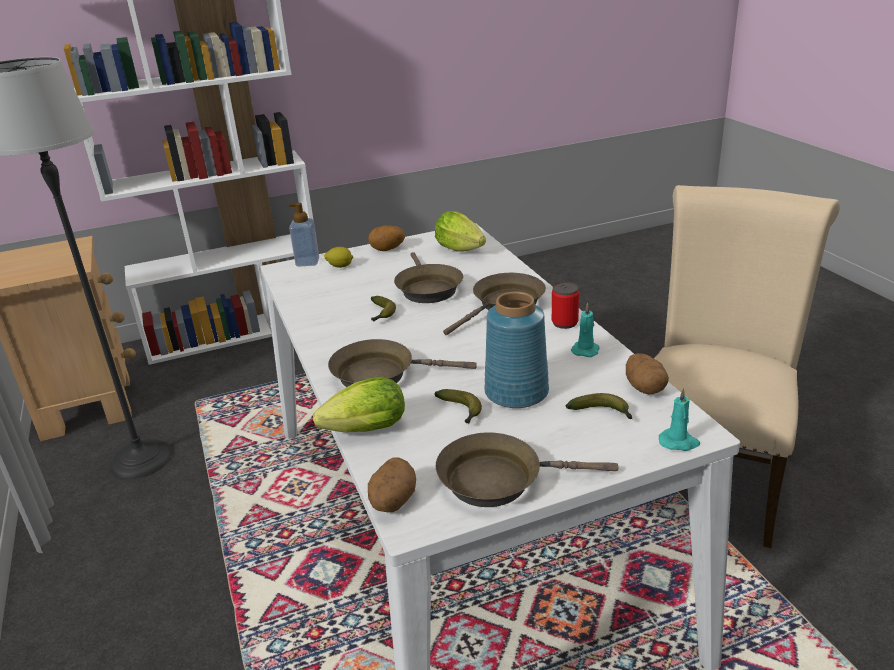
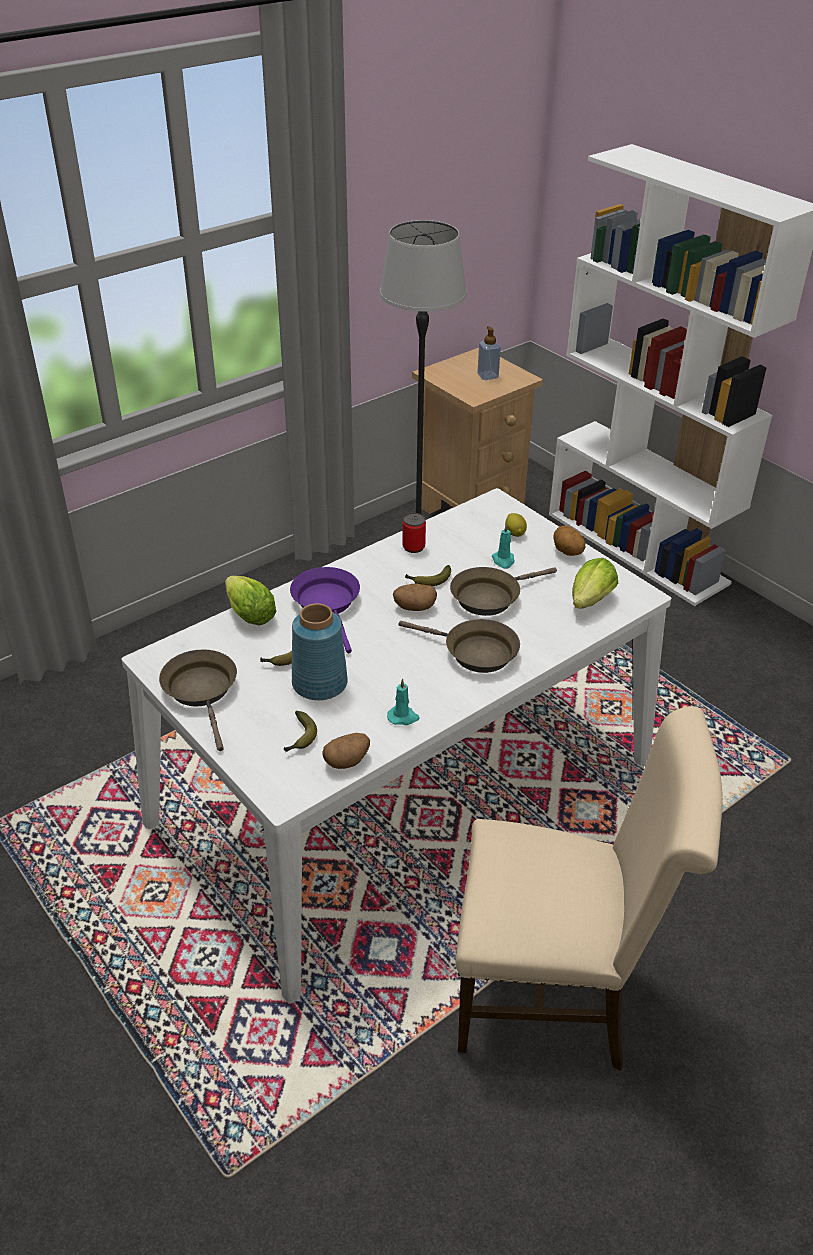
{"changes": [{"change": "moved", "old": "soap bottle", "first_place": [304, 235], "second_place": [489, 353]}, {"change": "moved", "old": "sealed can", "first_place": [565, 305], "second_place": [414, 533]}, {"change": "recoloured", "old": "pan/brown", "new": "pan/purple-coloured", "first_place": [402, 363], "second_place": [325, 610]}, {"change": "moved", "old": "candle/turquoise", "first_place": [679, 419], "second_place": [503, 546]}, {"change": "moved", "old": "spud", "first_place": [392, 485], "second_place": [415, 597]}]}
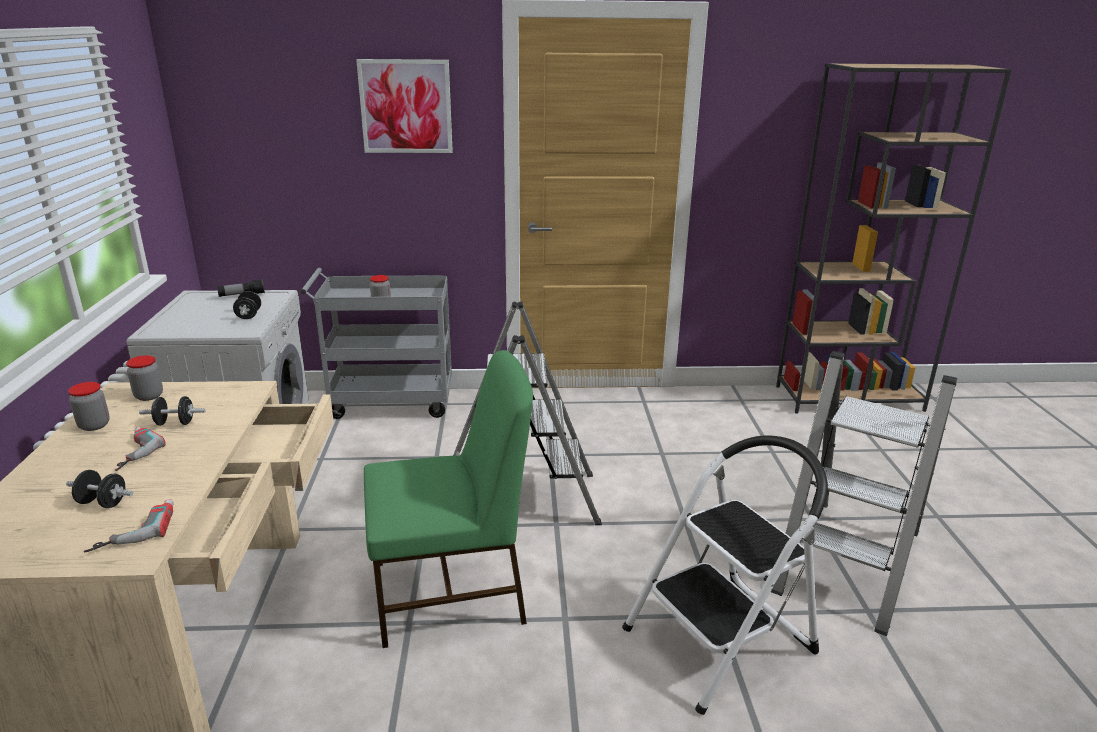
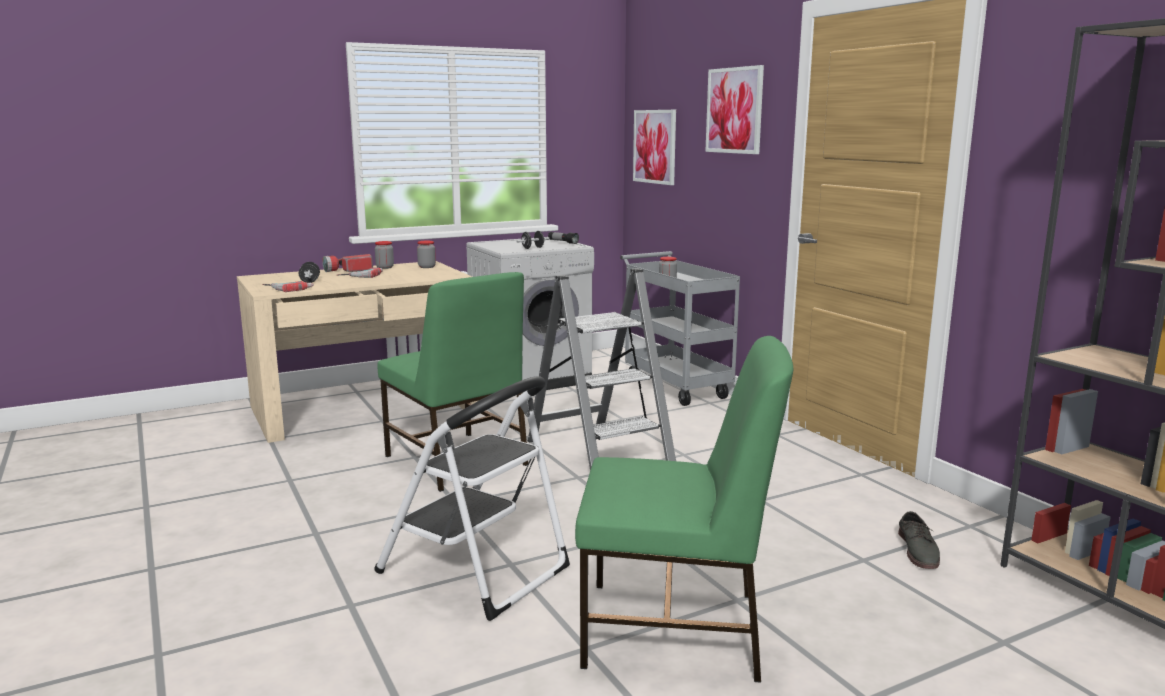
{"changes": [{"change": "replaced", "old": "step stool/gray", "new": "chair/green-coloured", "first_place": [864, 493], "second_place": [684, 509]}, {"change": "removed", "old": "free weight/black-coloured", "first_place": [172, 411]}, {"change": "added", "new": "wall picture", "second_place": [654, 147]}, {"change": "added", "new": "torch", "second_place": [347, 263]}, {"change": "added", "new": "item of footwear/gray", "second_place": [919, 540]}]}
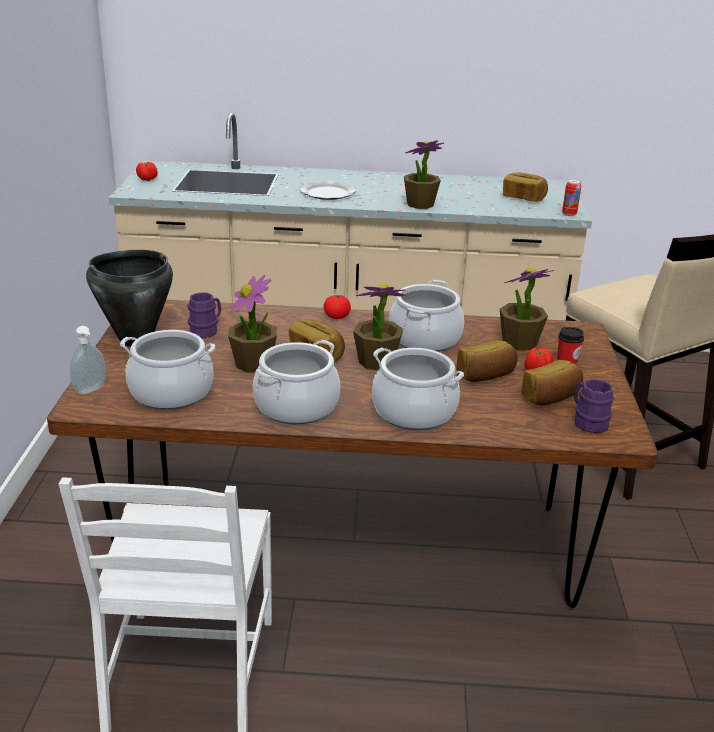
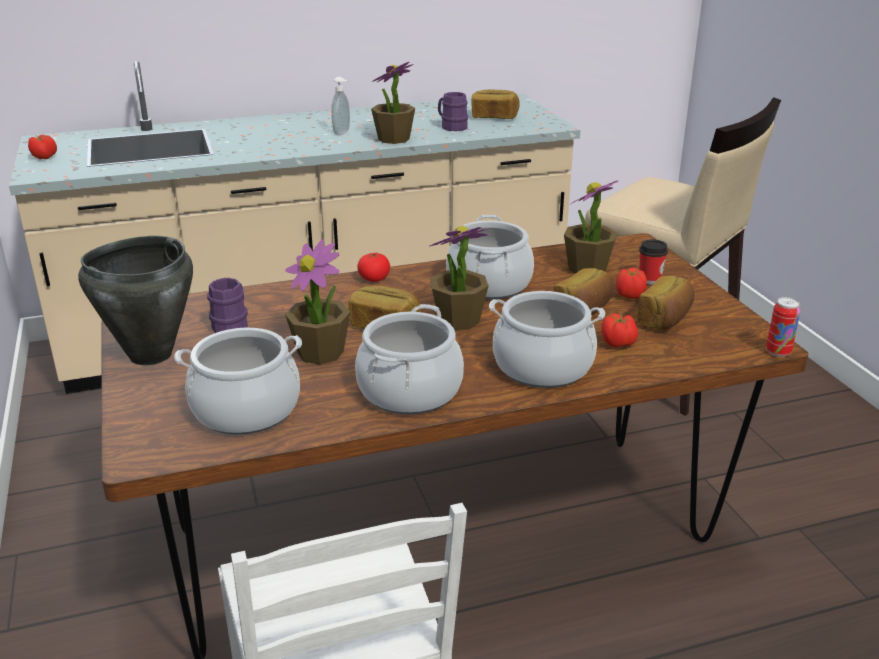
{"changes": [{"change": "moved", "old": "sealed can", "first_place": [571, 197], "second_place": [783, 327]}, {"change": "removed", "old": "plate", "first_place": [328, 190]}, {"change": "moved", "old": "soap bottle", "first_place": [88, 360], "second_place": [340, 106]}, {"change": "moved", "old": "mug/purple-coloured", "first_place": [594, 406], "second_place": [453, 111]}, {"change": "added", "new": "whole tomato", "second_place": [619, 330]}]}
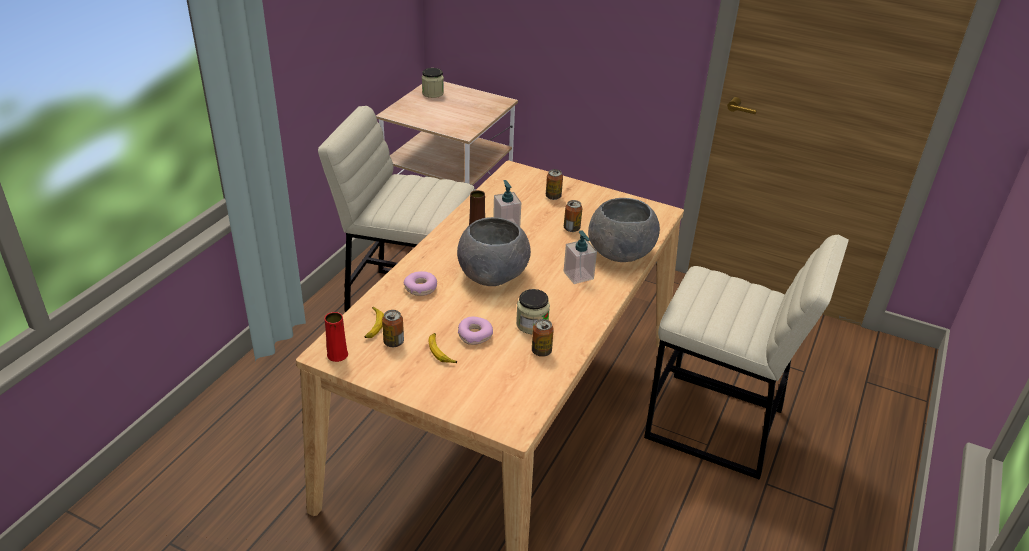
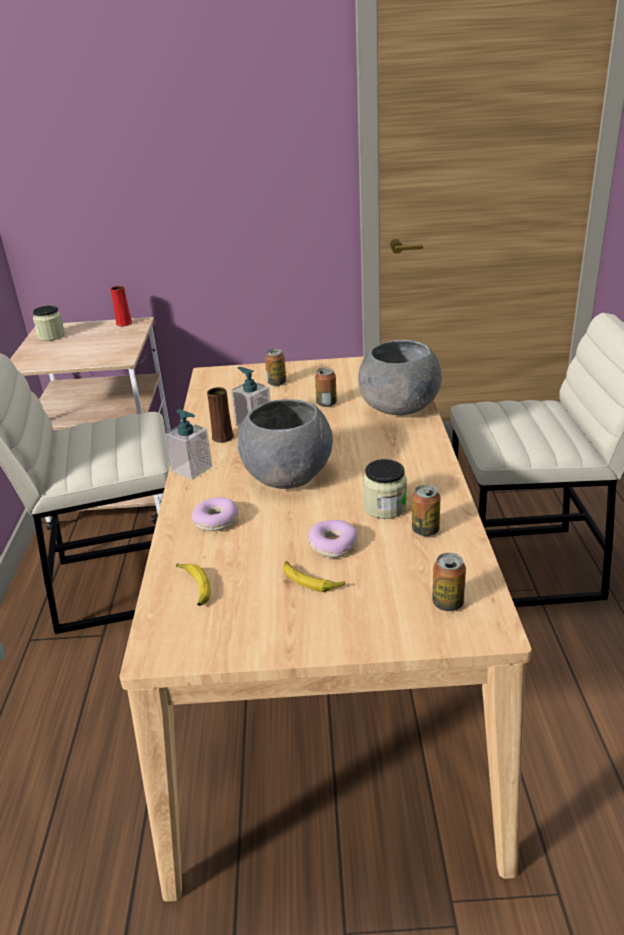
{"changes": [{"change": "moved", "old": "soap bottle", "first_place": [580, 257], "second_place": [188, 444]}, {"change": "moved", "old": "sealed can", "first_place": [393, 328], "second_place": [449, 582]}, {"change": "moved", "old": "vase/red", "first_place": [336, 337], "second_place": [121, 306]}]}
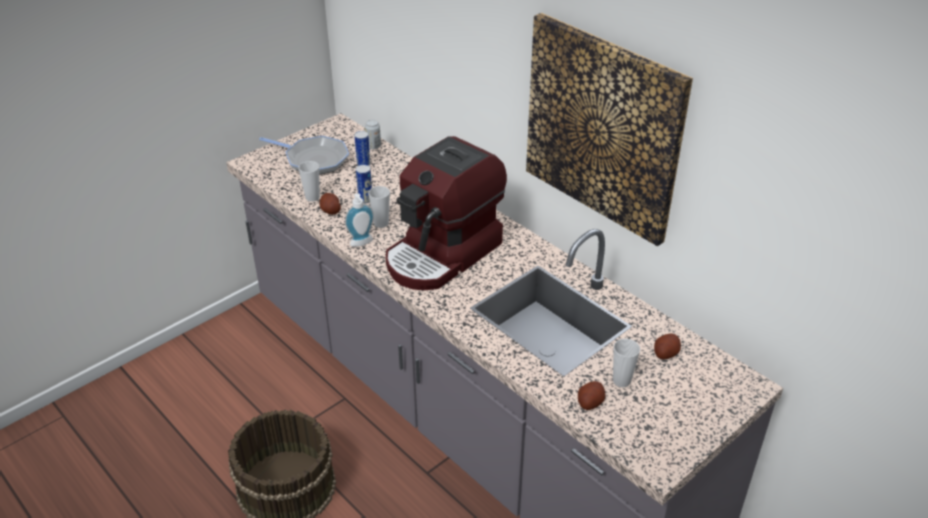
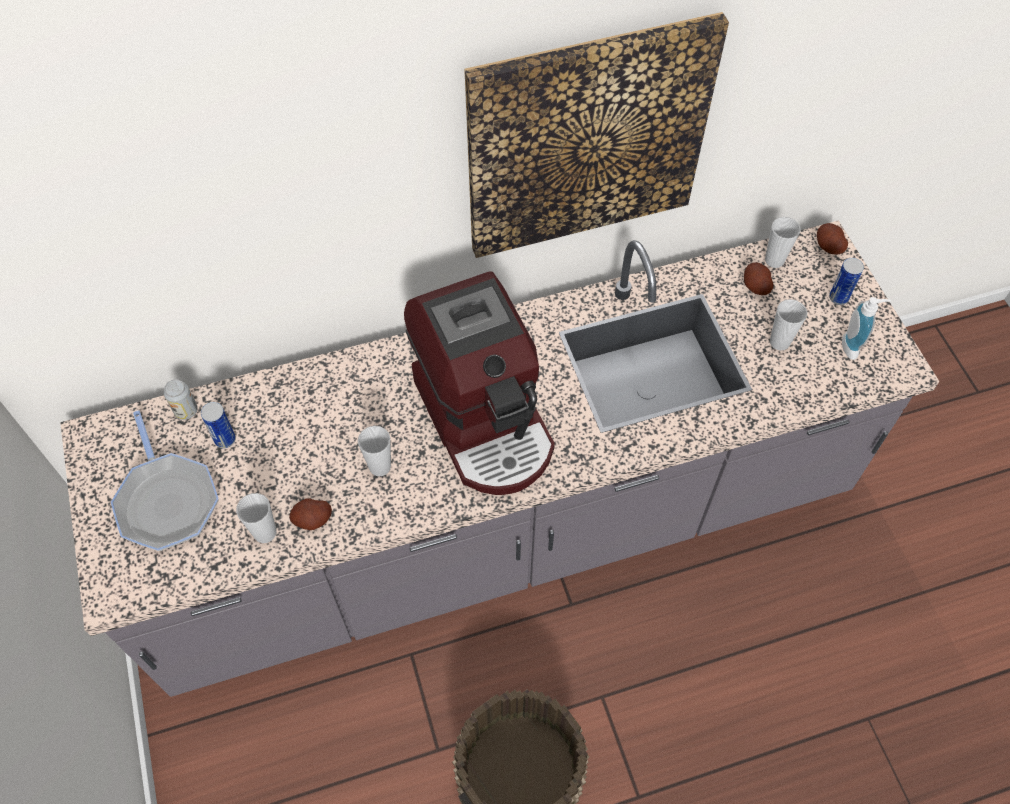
{"changes": [{"change": "turned", "old": "pan", "first_place": [304, 155], "second_place": [165, 480], "degrees": 105}, {"change": "moved", "old": "sealed can", "first_place": [364, 184], "second_place": [846, 281]}, {"change": "moved", "old": "soap bottle", "first_place": [359, 220], "second_place": [866, 328]}, {"change": "moved", "old": "spud", "first_place": [591, 395], "second_place": [832, 239]}, {"change": "added", "new": "drinking cup", "second_place": [783, 242]}]}
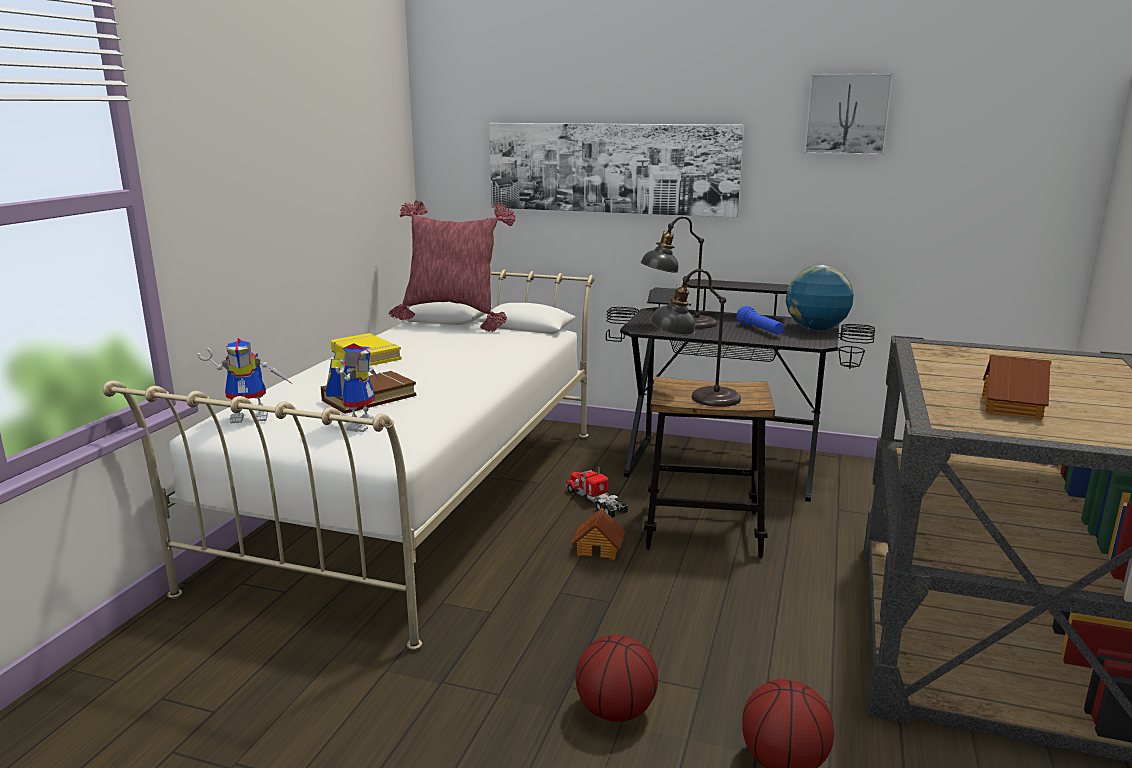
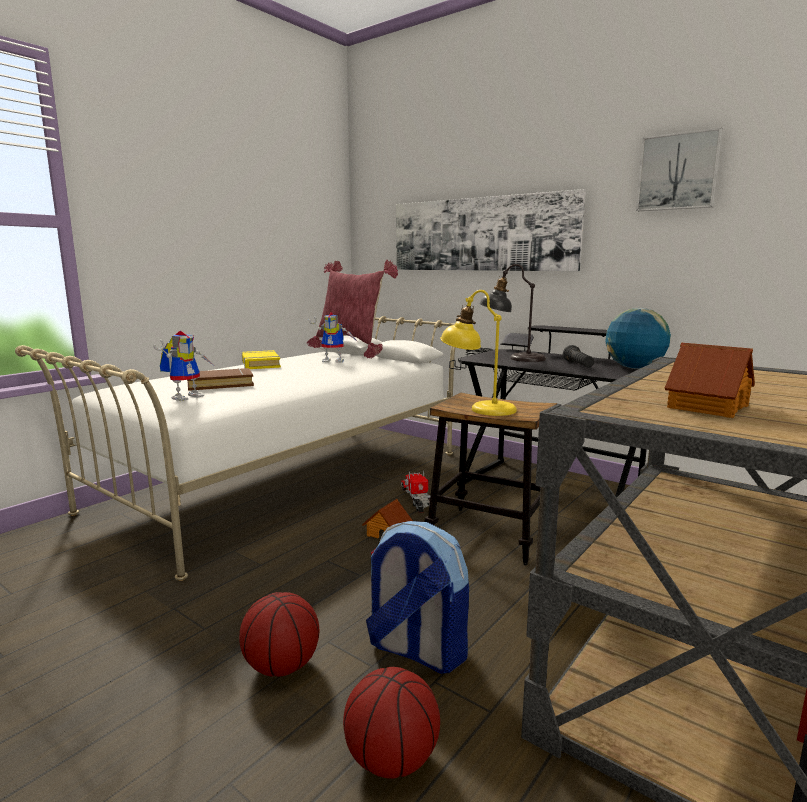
{"changes": [{"change": "recoloured", "old": "lamp for a table/gray", "new": "lamp for a table/yellow-coloured", "first_place": [695, 338], "second_place": [478, 353]}, {"change": "recoloured", "old": "torch/bluish", "new": "torch/black-coloured", "first_place": [760, 320], "second_place": [578, 356]}, {"change": "moved", "old": "model robot", "first_place": [244, 381], "second_place": [334, 337]}, {"change": "added", "new": "knapsack", "second_place": [417, 597]}]}
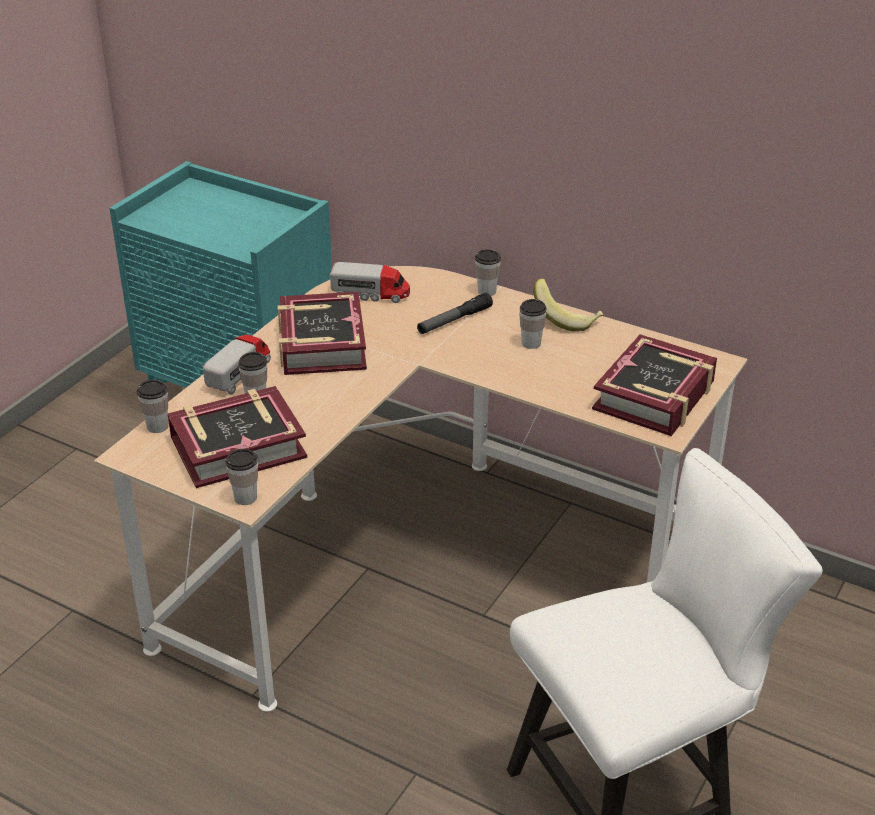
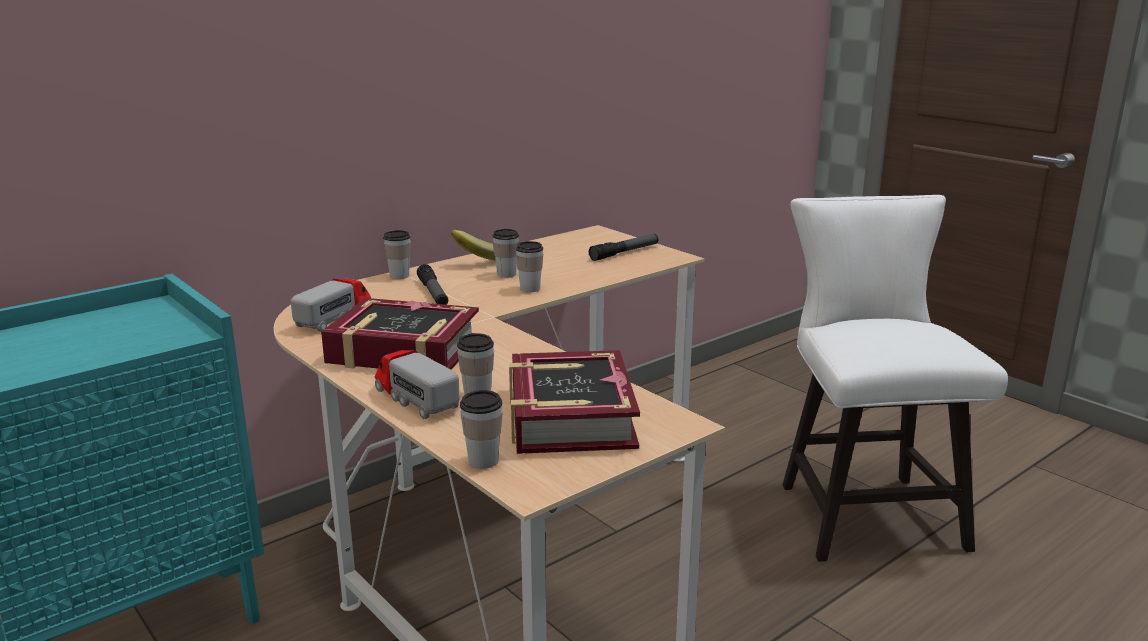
{"changes": [{"change": "replaced", "old": "volume", "new": "torch", "first_place": [654, 385], "second_place": [623, 247]}, {"change": "moved", "old": "drinking cup", "first_place": [241, 477], "second_place": [529, 266]}]}
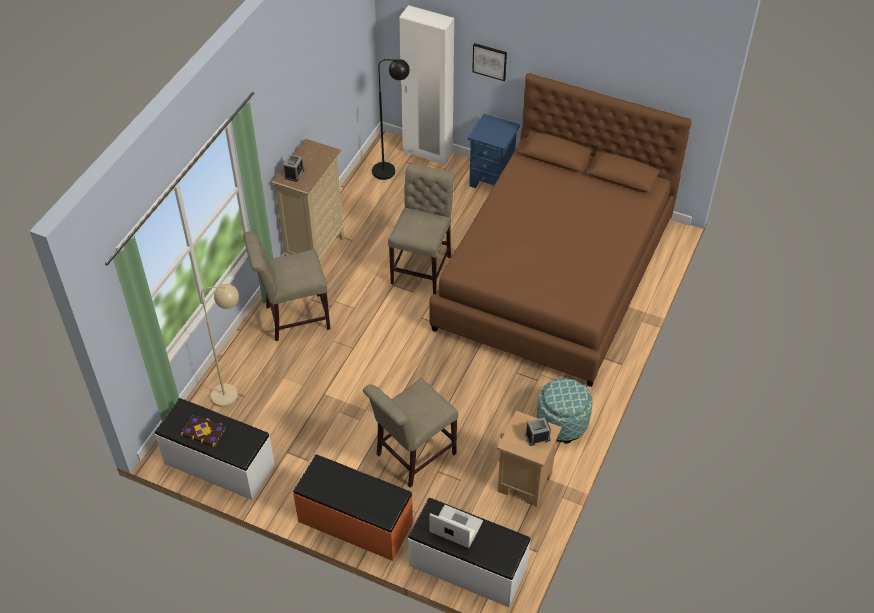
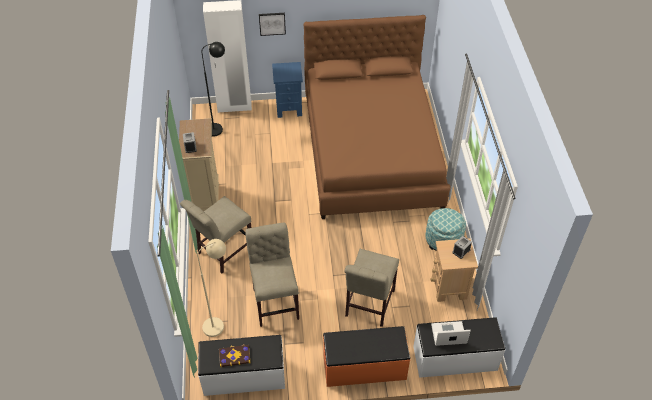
{"changes": [{"change": "moved", "old": "chair/sand-coloured", "first_place": [421, 229], "second_place": [272, 274]}]}
